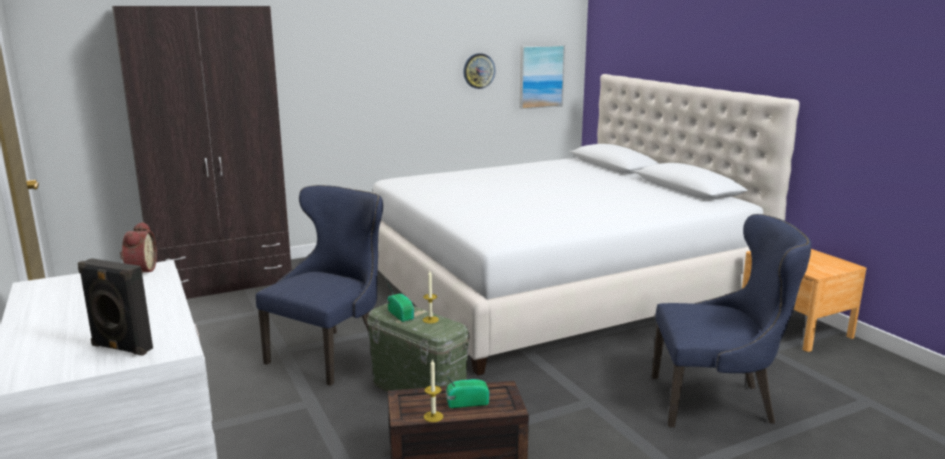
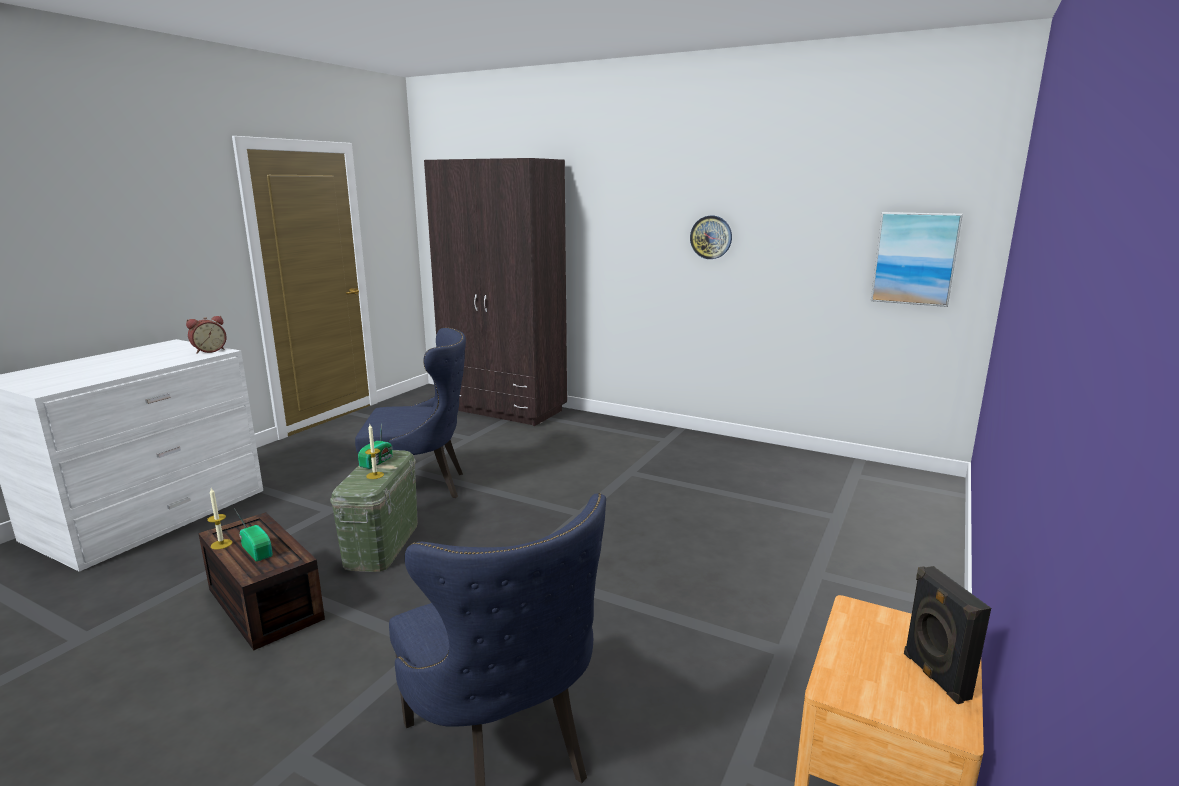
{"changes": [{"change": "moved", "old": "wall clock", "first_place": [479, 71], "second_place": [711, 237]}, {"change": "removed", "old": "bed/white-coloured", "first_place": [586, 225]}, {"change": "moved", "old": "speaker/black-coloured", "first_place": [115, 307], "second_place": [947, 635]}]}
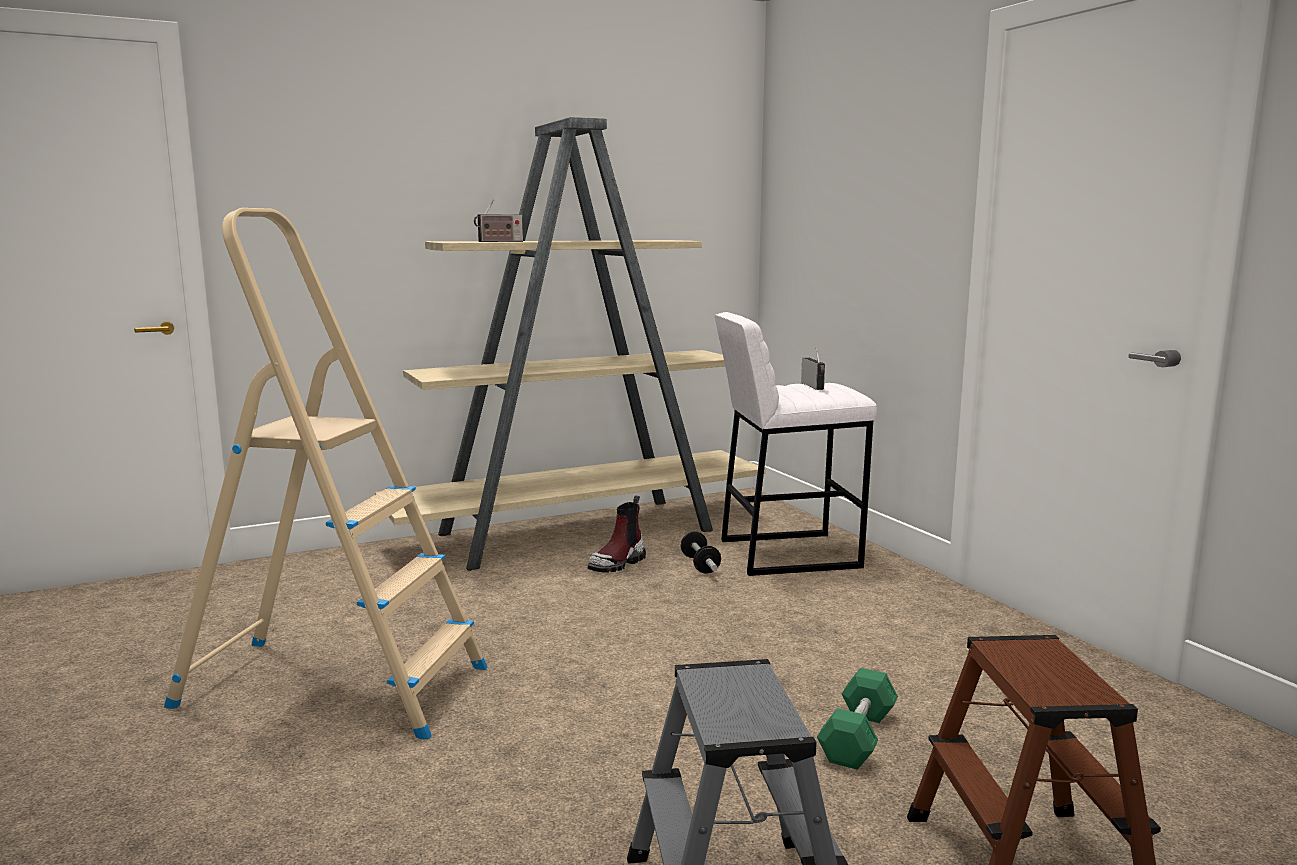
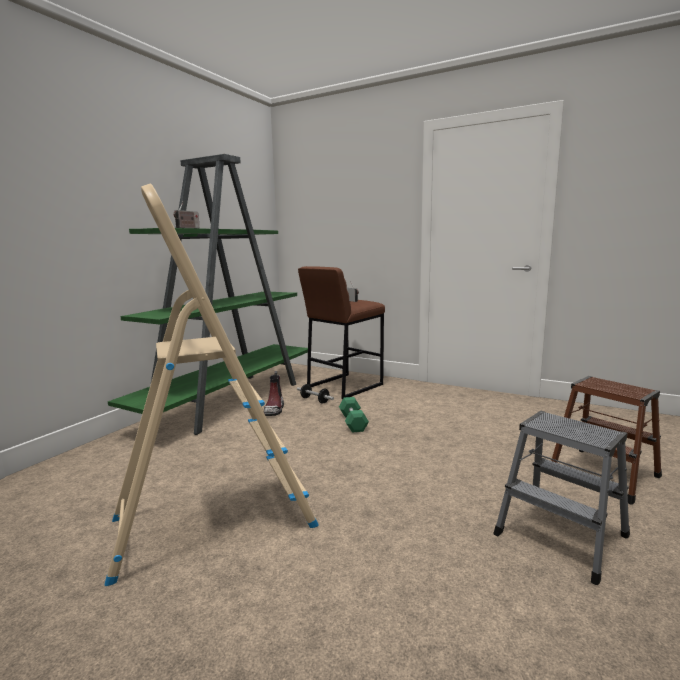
{"changes": [{"change": "recoloured", "old": "shelving unit/sand-coloured", "new": "shelving unit/green-coloured", "first_place": [570, 344], "second_place": [208, 294]}, {"change": "recoloured", "old": "stool/white-coloured", "new": "stool/brown", "first_place": [796, 444], "second_place": [341, 332]}, {"change": "moved", "old": "free weight/green-coloured", "first_place": [857, 719], "second_place": [354, 415]}]}
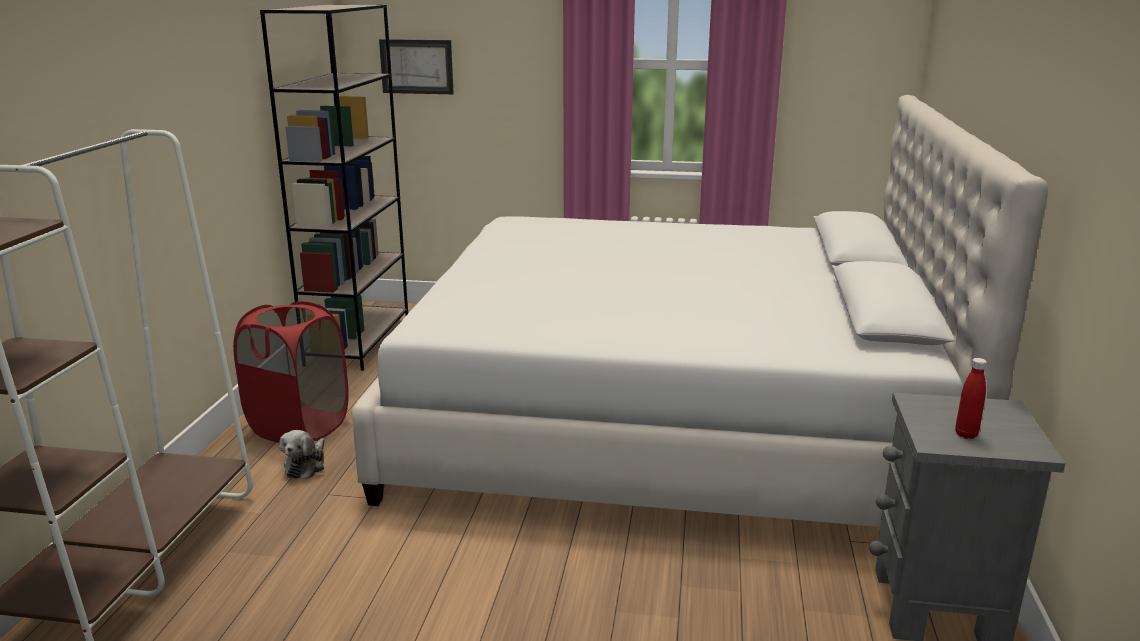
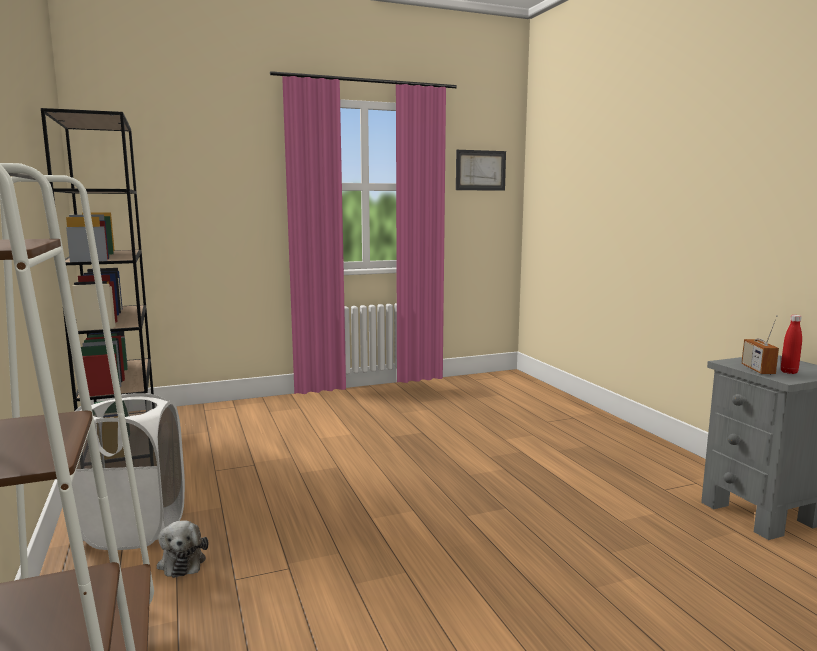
{"changes": [{"change": "moved", "old": "wall picture", "first_place": [416, 66], "second_place": [481, 170]}, {"change": "removed", "old": "bed/white-coloured", "first_place": [700, 311]}, {"change": "recoloured", "old": "laundry basket/red", "new": "laundry basket/white-coloured", "first_place": [291, 372], "second_place": [128, 471]}, {"change": "added", "new": "radio set", "second_place": [760, 344]}]}
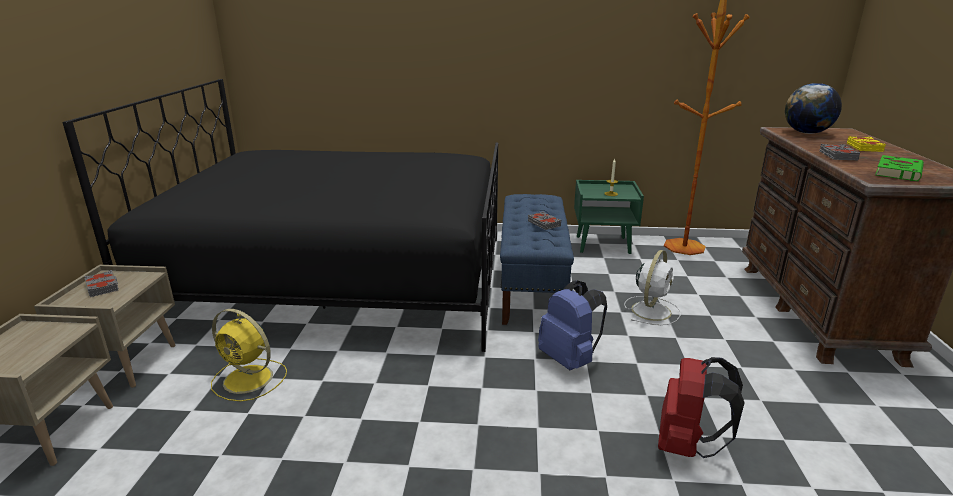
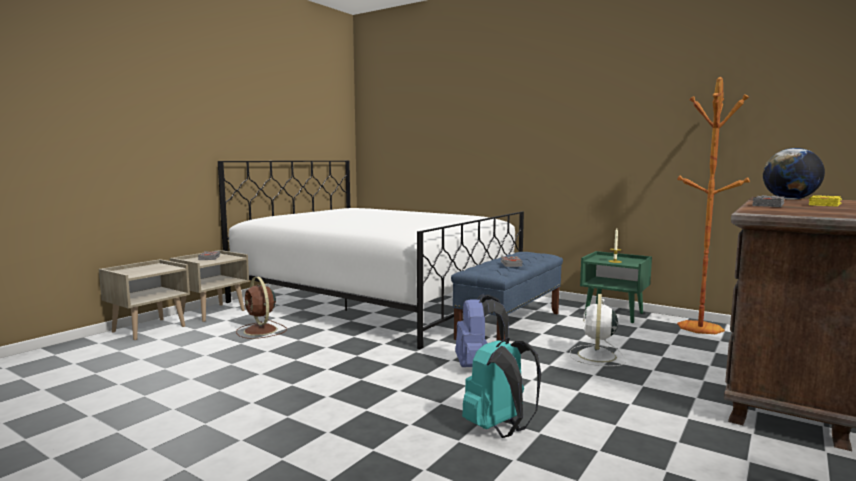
{"changes": [{"change": "recoloured", "old": "bed/black-coloured", "new": "bed/white-coloured", "first_place": [280, 215], "second_place": [371, 255]}, {"change": "removed", "old": "volume/green-coloured", "first_place": [899, 168]}, {"change": "turned", "old": "fan/white-coloured", "first_place": [652, 287], "second_place": [597, 330], "degrees": 135}, {"change": "recoloured", "old": "fan/yellow-coloured", "new": "fan/brown", "first_place": [249, 355], "second_place": [261, 307]}, {"change": "recoloured", "old": "knapsack/red", "new": "knapsack/turquoise", "first_place": [701, 407], "second_place": [501, 387]}]}
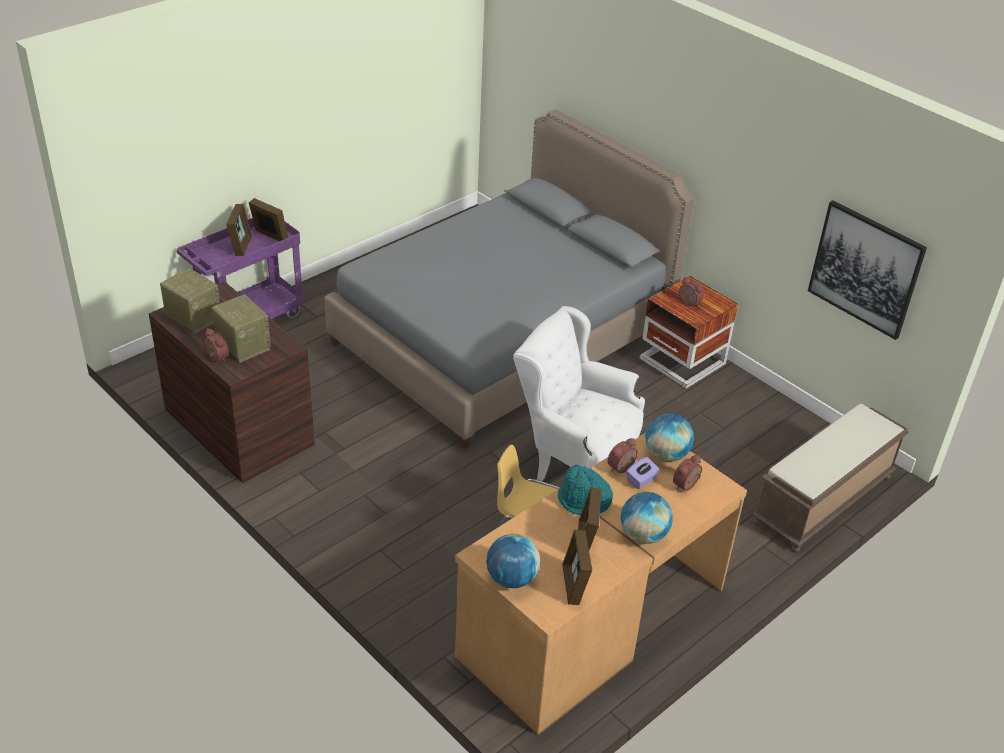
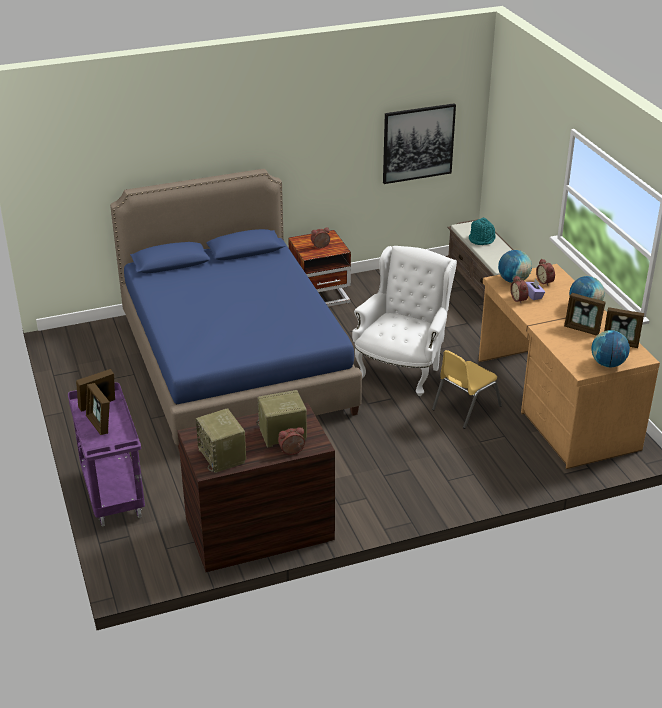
{"changes": [{"change": "recoloured", "old": "bed/gray", "new": "bed/bluish", "first_place": [509, 279], "second_place": [236, 309]}, {"change": "turned", "old": "picture frame", "first_place": [239, 230], "second_place": [98, 409], "degrees": -150}, {"change": "turned", "old": "radio set", "first_place": [190, 301], "second_place": [221, 440], "degrees": -90}, {"change": "turned", "old": "armchair/white-coloured", "first_place": [579, 393], "second_place": [404, 321], "degrees": 150}, {"change": "moved", "old": "clothing hat/turquoise", "first_place": [585, 489], "second_place": [482, 231]}]}
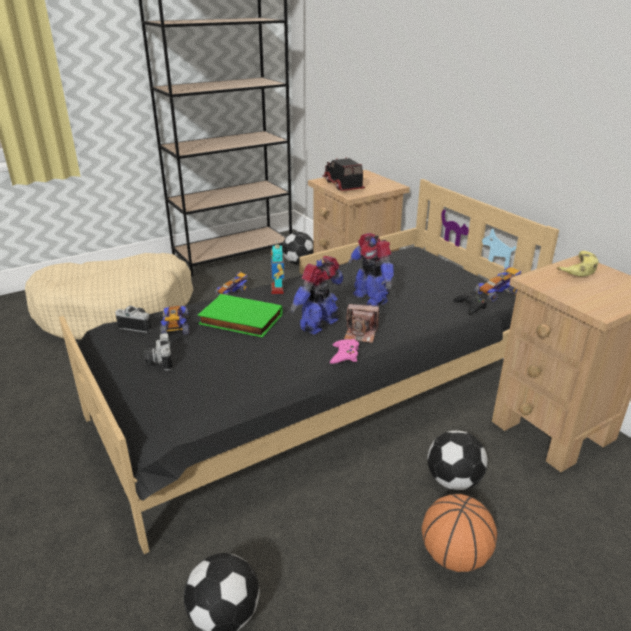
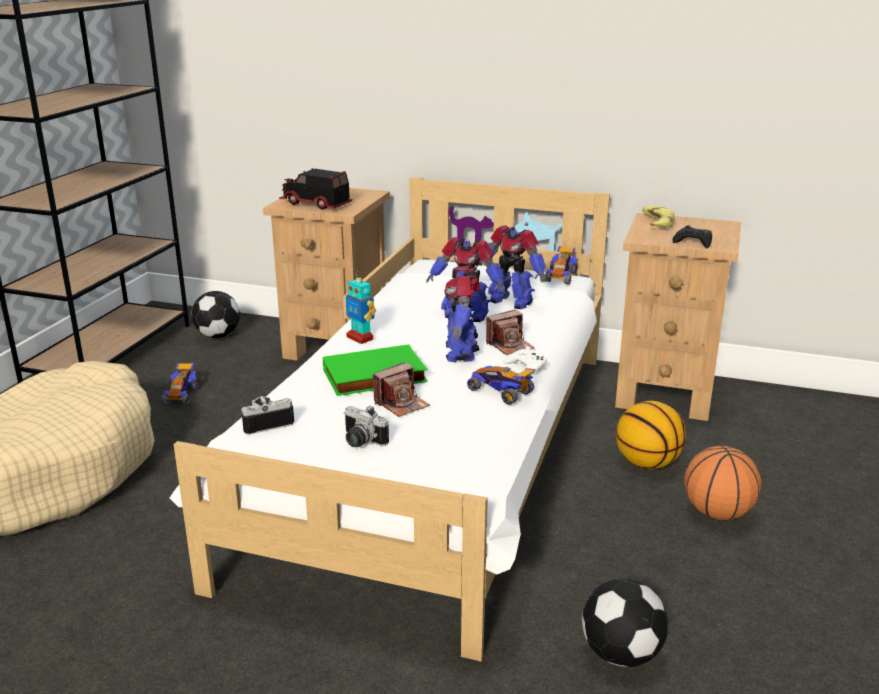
{"changes": [{"change": "recoloured", "old": "bed/black-coloured", "new": "bed/white-coloured", "first_place": [309, 366], "second_place": [390, 419]}, {"change": "moved", "old": "gamepad/black-coloured", "first_place": [470, 302], "second_place": [692, 236]}, {"change": "moved", "old": "toy car", "first_place": [174, 320], "second_place": [501, 385]}, {"change": "recoloured", "old": "gamepad/pink", "new": "gamepad/white-coloured", "first_place": [344, 351], "second_place": [525, 361]}, {"change": "replaced", "old": "football ball", "new": "ball for basketball", "first_place": [457, 460], "second_place": [651, 435]}, {"change": "added", "new": "model robot", "second_place": [511, 267]}, {"change": "added", "new": "still camera", "second_place": [401, 389]}]}
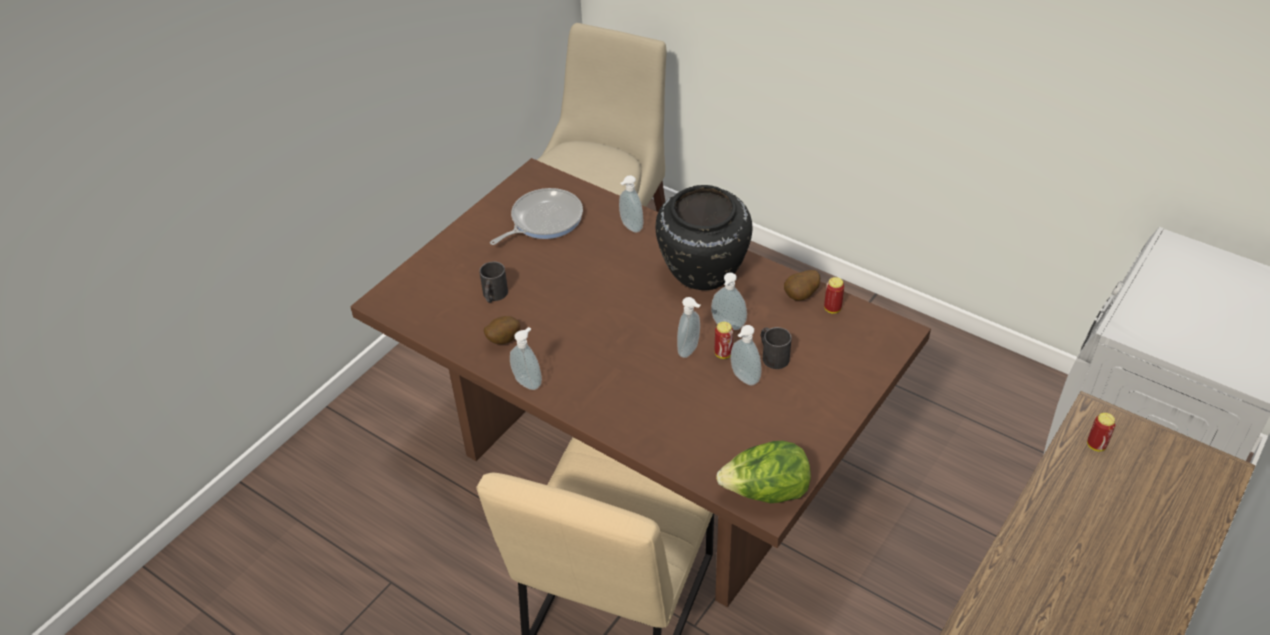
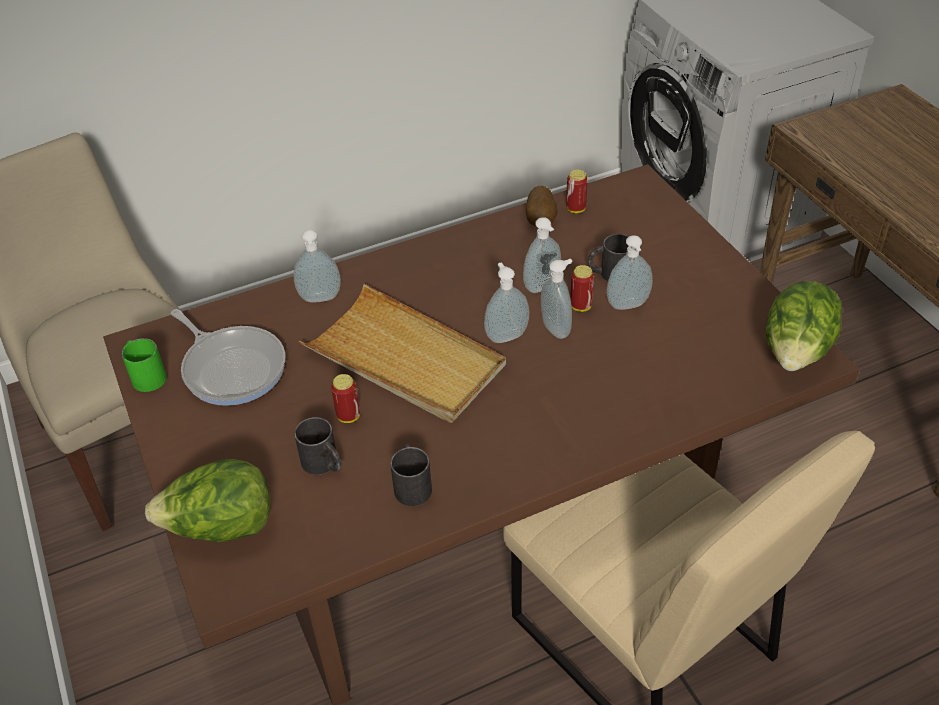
{"changes": [{"change": "removed", "old": "vase/black-coloured", "first_place": [703, 237]}, {"change": "turned", "old": "pan", "first_place": [536, 216], "second_place": [228, 357], "degrees": 150}, {"change": "replaced", "old": "spud", "new": "mug/black-coloured", "first_place": [502, 330], "second_place": [411, 474]}, {"change": "moved", "old": "soap bottle", "first_place": [526, 358], "second_place": [506, 303]}, {"change": "moved", "old": "sealed can", "first_place": [1101, 432], "second_place": [345, 398]}, {"change": "added", "new": "serving tray/sand-coloured", "second_place": [402, 353]}, {"change": "added", "new": "mug/green-coloured", "second_place": [144, 365]}, {"change": "added", "new": "head of lettuce", "second_place": [207, 500]}]}
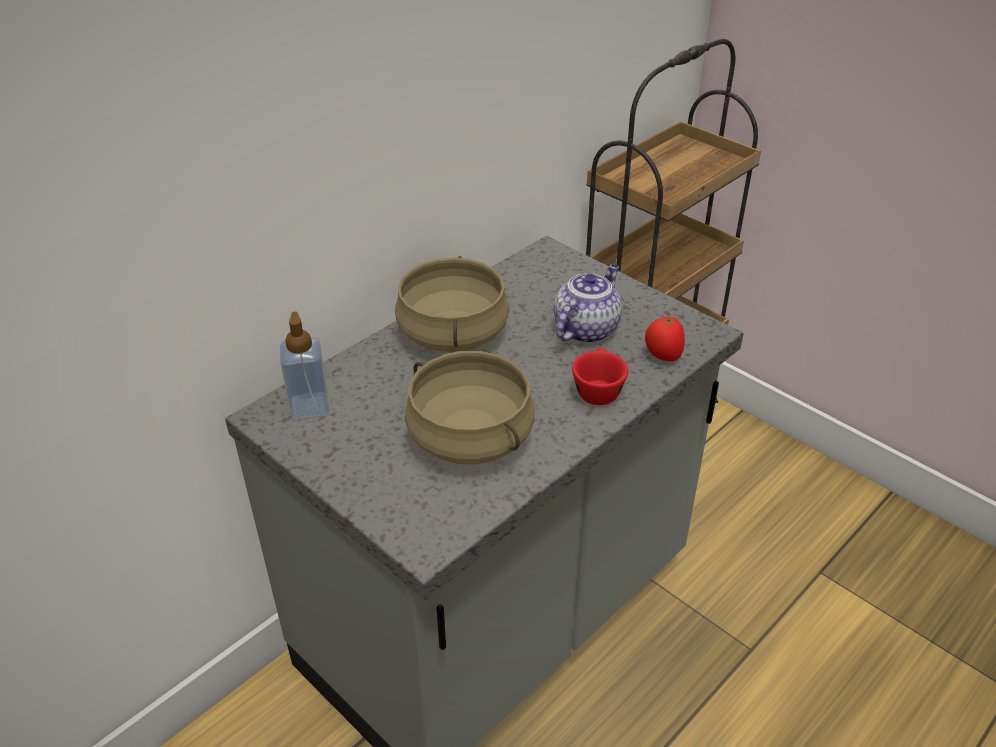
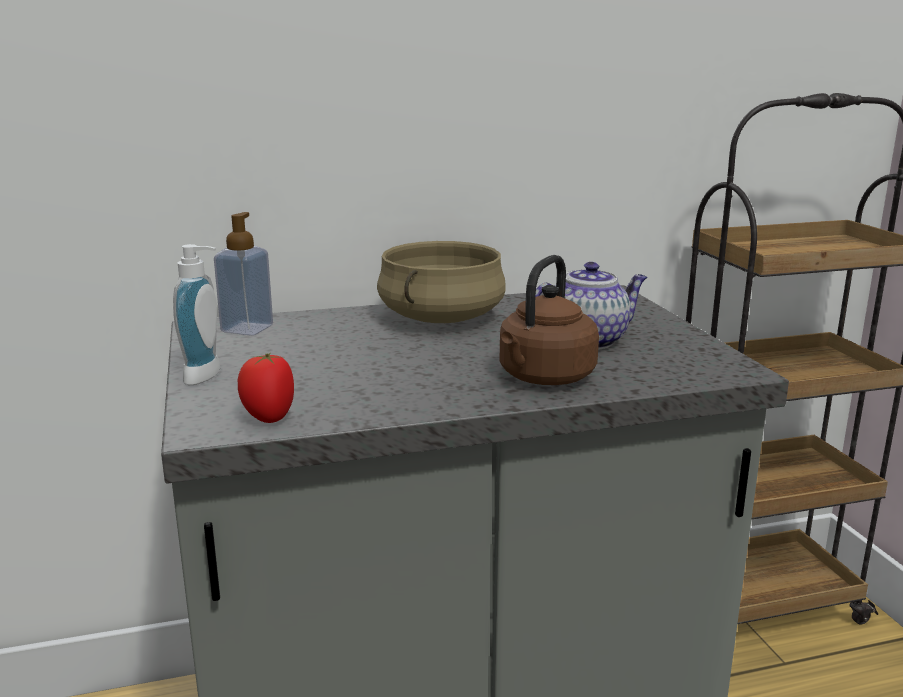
{"changes": [{"change": "moved", "old": "whole tomato", "first_place": [665, 338], "second_place": [266, 388]}, {"change": "replaced", "old": "drinking cup/red", "new": "water kettle/brown", "first_place": [600, 376], "second_place": [549, 320]}, {"change": "removed", "old": "saucepot/sand-coloured", "first_place": [470, 407]}, {"change": "added", "new": "soap bottle", "second_place": [197, 314]}]}
